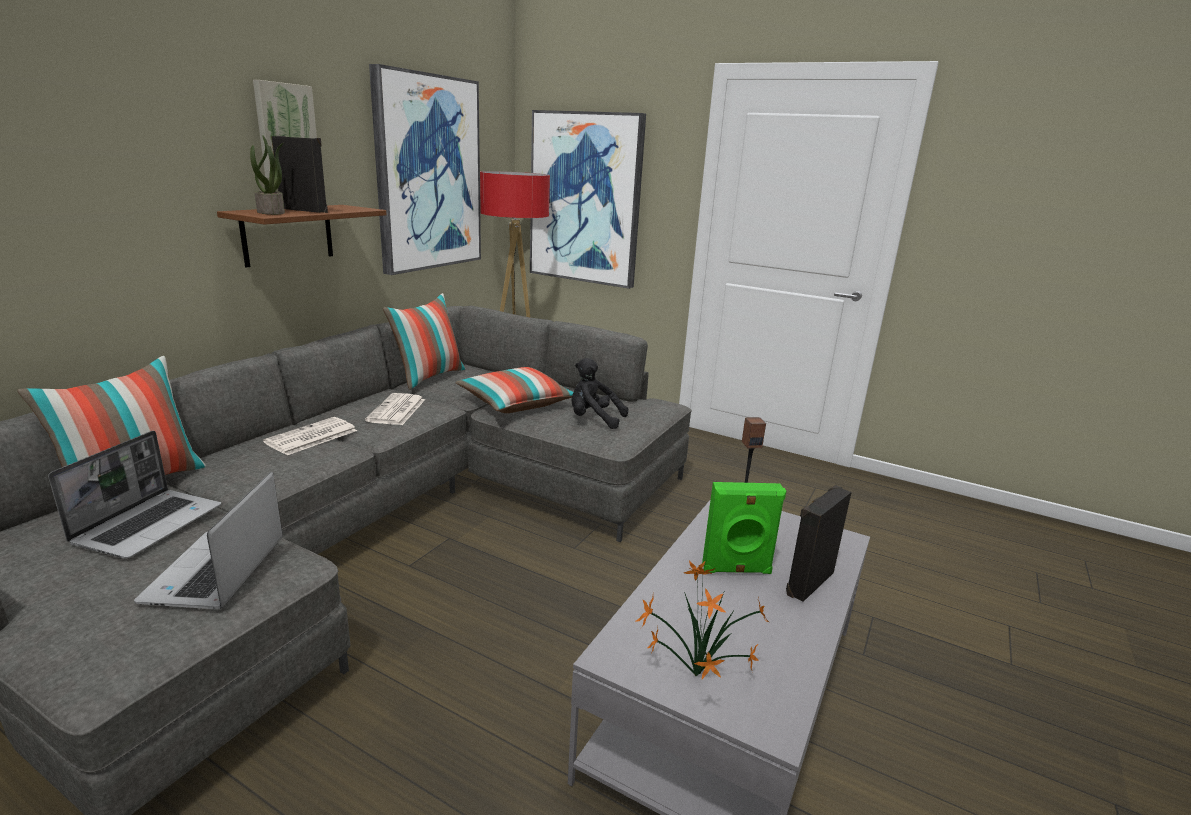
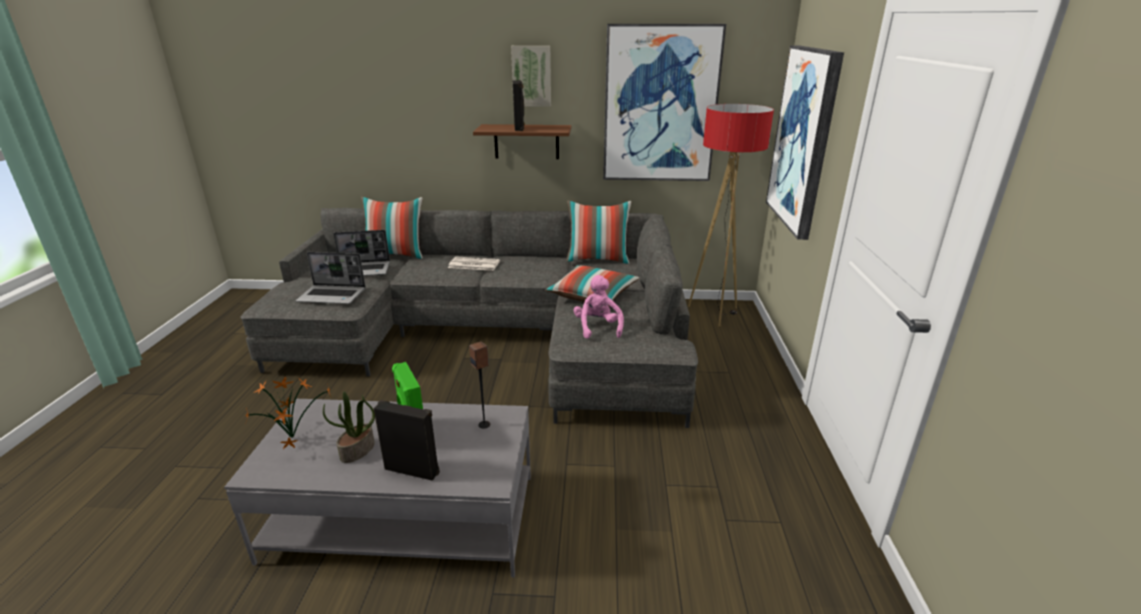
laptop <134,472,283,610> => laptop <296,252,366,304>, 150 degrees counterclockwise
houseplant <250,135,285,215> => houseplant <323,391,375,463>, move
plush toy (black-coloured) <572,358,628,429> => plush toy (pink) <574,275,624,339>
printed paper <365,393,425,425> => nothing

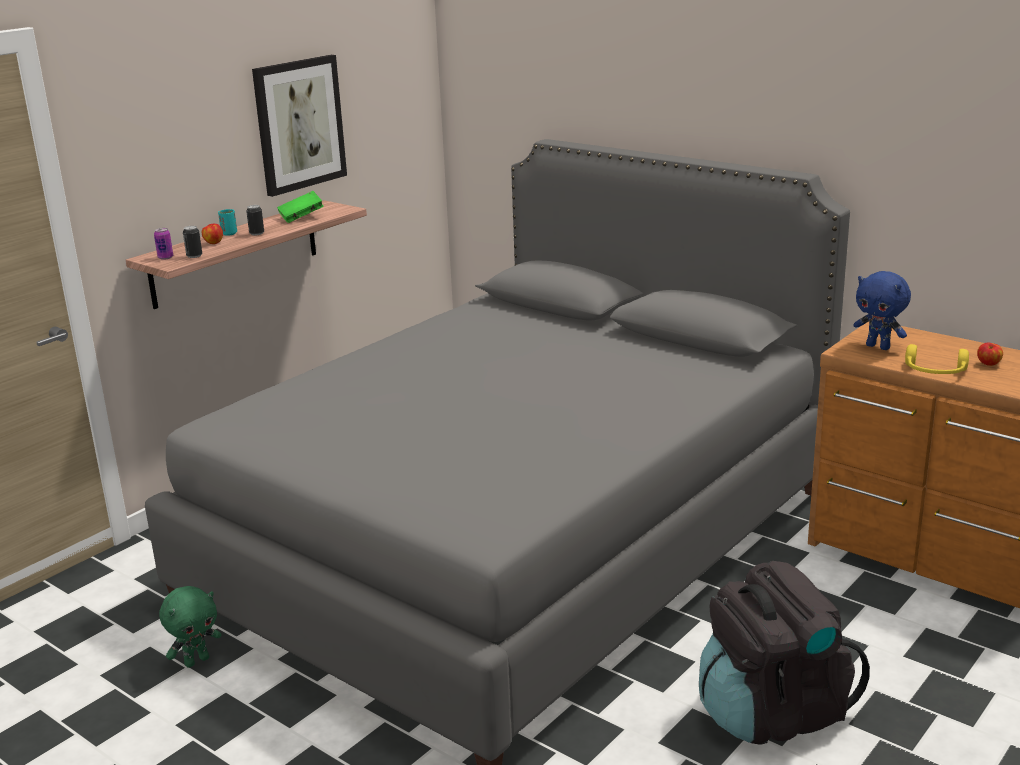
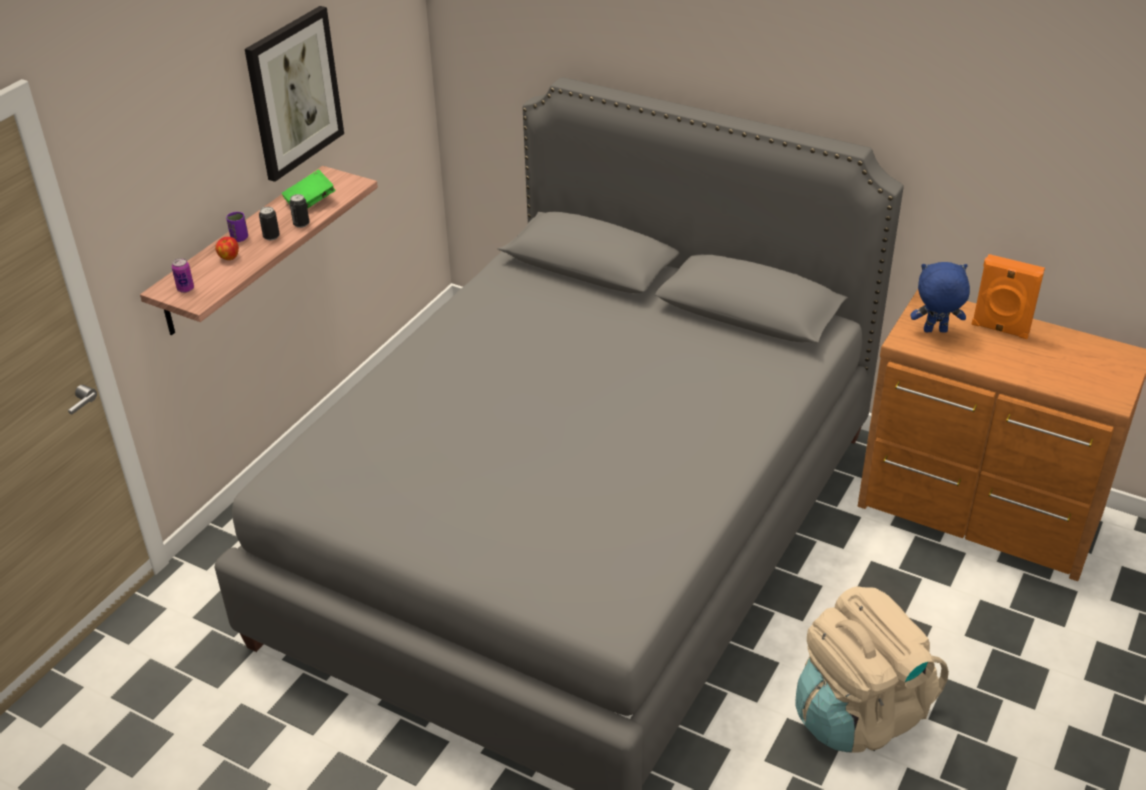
drinking cup (turquoise) <218,209,237,236> => drinking cup (purple-coloured) <226,212,248,242>
metal can <183,226,202,258> => metal can <289,194,309,228>, move
rucksack (black-coloured) <699,561,870,745> => rucksack (beige) <796,586,949,753>
plush toy (bluish) <853,271,911,350> => plush toy (bluish) <910,262,970,333>, 150 degrees clockwise
nothing => audio speaker (orange) <971,254,1045,339>
plush toy (green) <159,586,222,668> => nothing
headset (yellow) <905,344,969,374> => nothing
apple fruit <977,342,1003,366> => nothing

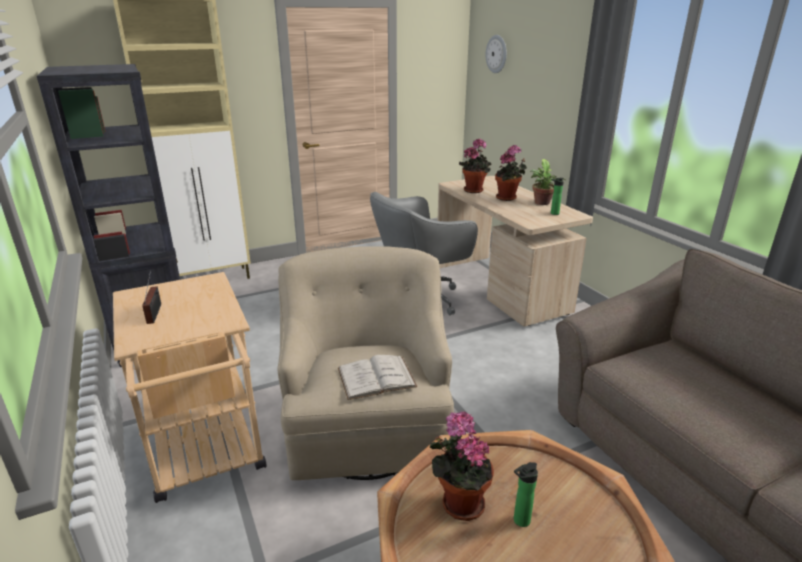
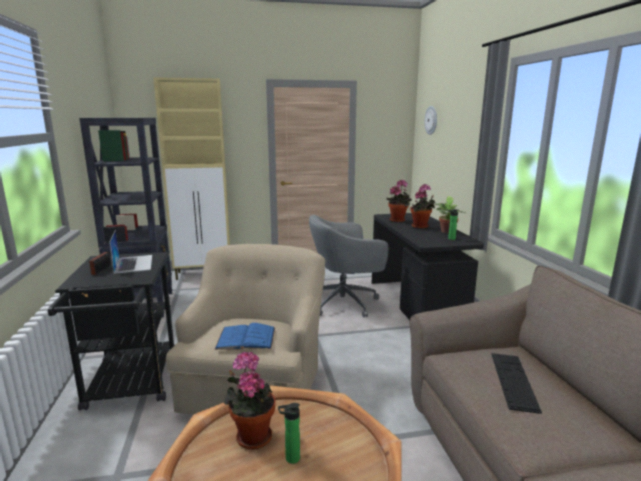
wheeled cart (beige) <113,272,267,503> => wheeled cart (black-coloured) <48,252,175,411>
nothing => laptop <109,230,152,274>
volume (whitish) <338,355,417,400> => volume (bluish) <214,323,275,350>
desk table (beige) <437,176,593,326> => desk table (black-coloured) <372,213,484,320>
nothing => computer keyboard <491,353,542,414>

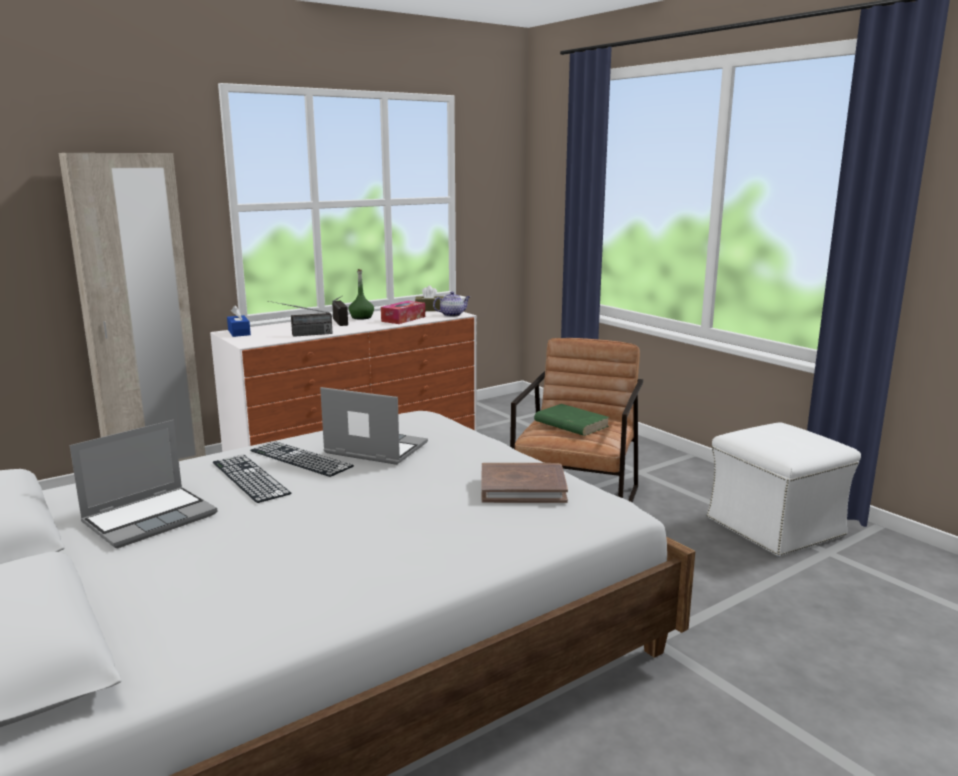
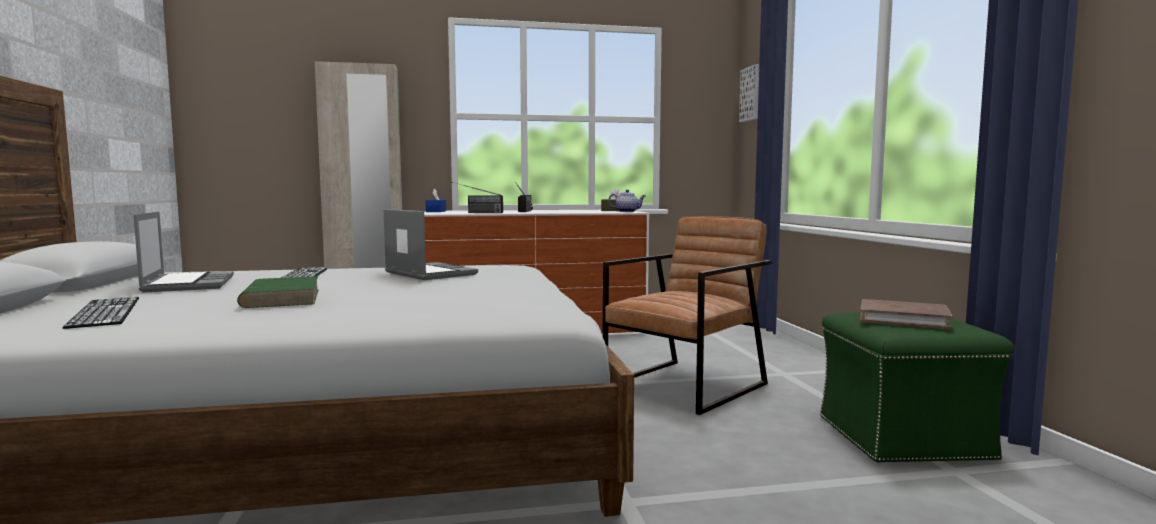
computer keyboard <250,441,354,477> => computer keyboard <63,296,139,329>, move
laptop <69,420,217,548> => laptop <134,211,234,293>, 90 degrees counterclockwise
volume (green) <534,404,609,436> => volume (green) <237,276,319,308>, move
nothing => wall picture <739,64,759,122>
ottoman (whitish) <707,422,861,557> => ottoman (green) <820,312,1014,463>
volume (brownish) <482,463,568,503> => volume (brownish) <860,299,953,330>, move
bottle (green) <349,269,374,320> => nothing
tissue holder <381,301,425,324> => nothing

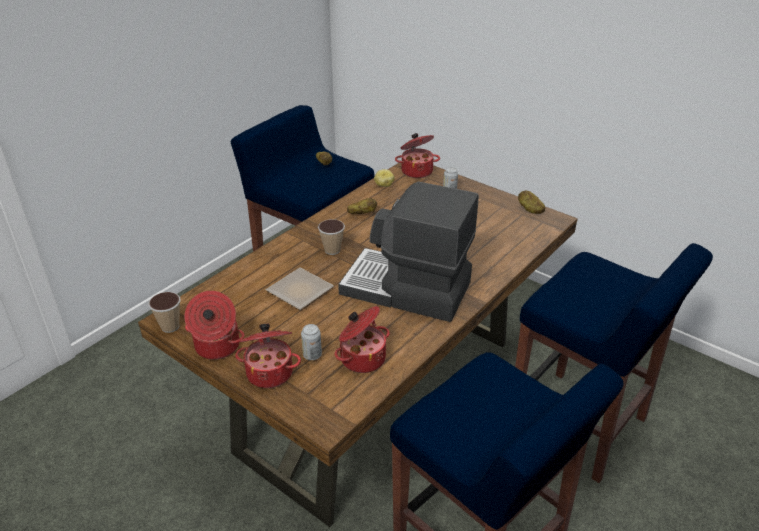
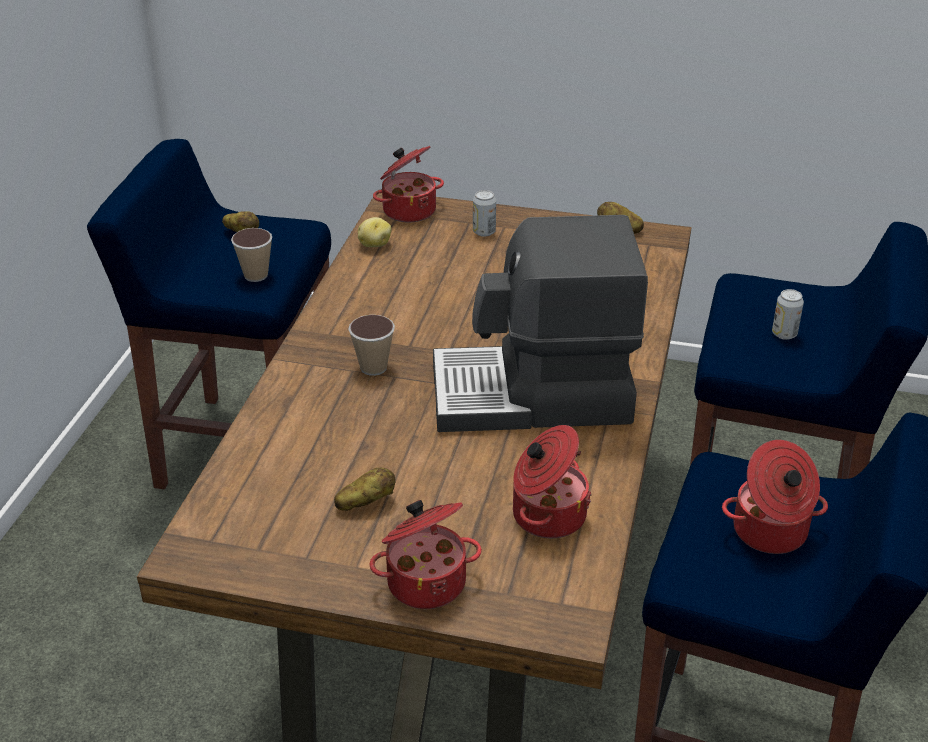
drinking cup <149,292,180,333> => drinking cup <231,228,272,282>, move
potato <347,198,377,214> => potato <334,468,396,511>, move
stockpot <185,291,244,360> => stockpot <722,440,828,554>, move
metal can <301,324,322,360> => metal can <772,289,804,340>, move
plate <266,268,334,310> => nothing

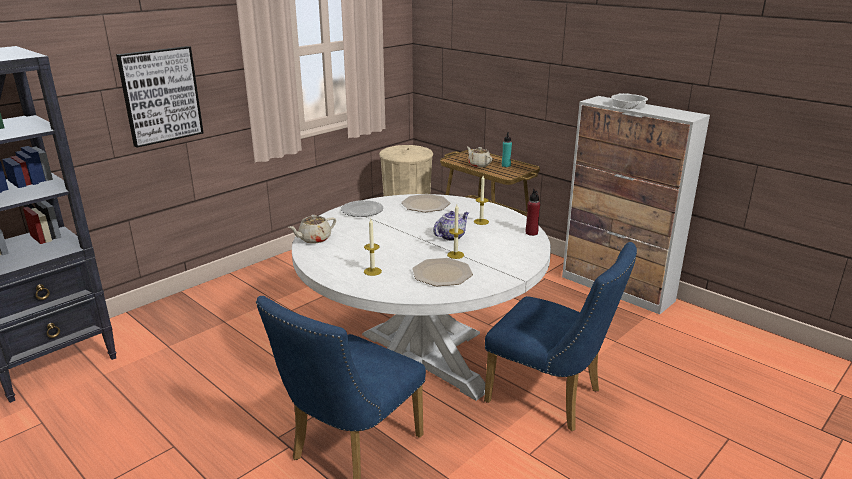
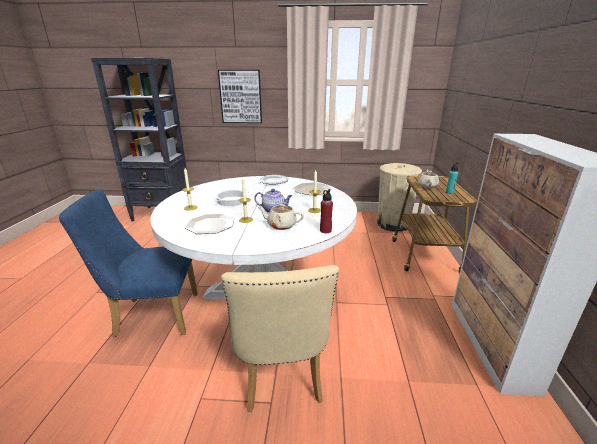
stockpot <611,93,648,109> => stockpot <212,190,250,206>, move
chair (bluish) <484,242,637,431> => chair (beige) <221,265,339,413>
tea pot (beige) <288,215,336,244> => tea pot (beige) <258,204,304,230>, move

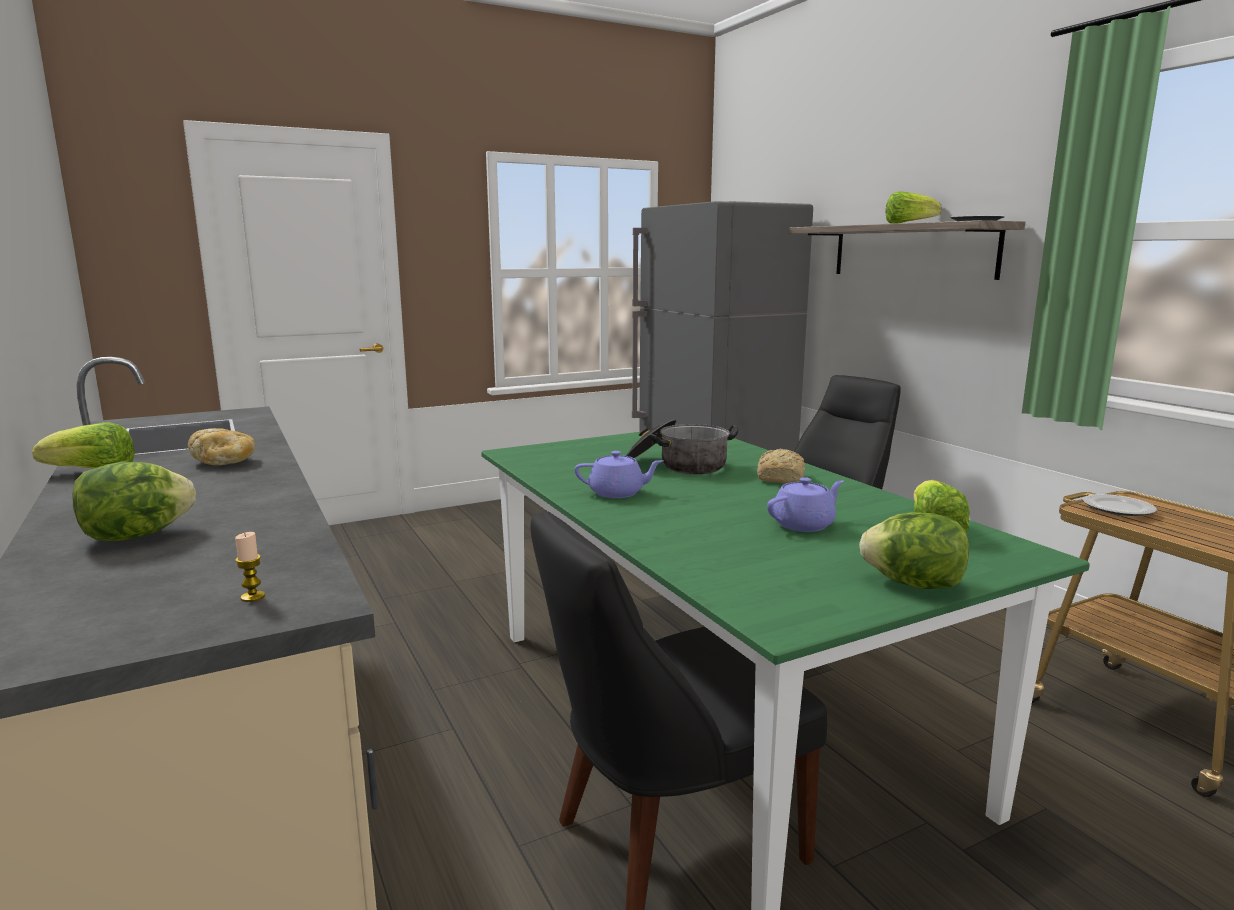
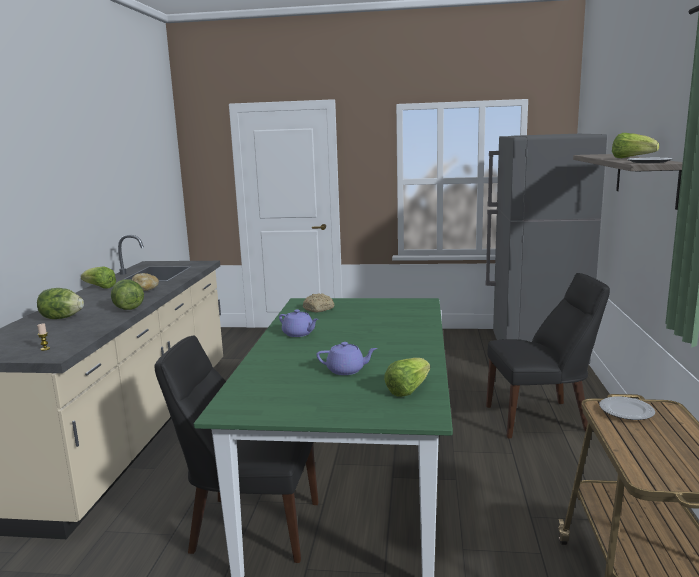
head of lettuce <859,512,969,589> => head of lettuce <111,279,144,310>, move
baked bread <757,449,805,483> => baked bread <303,293,334,313>, move
stockpot <626,419,738,474> => nothing

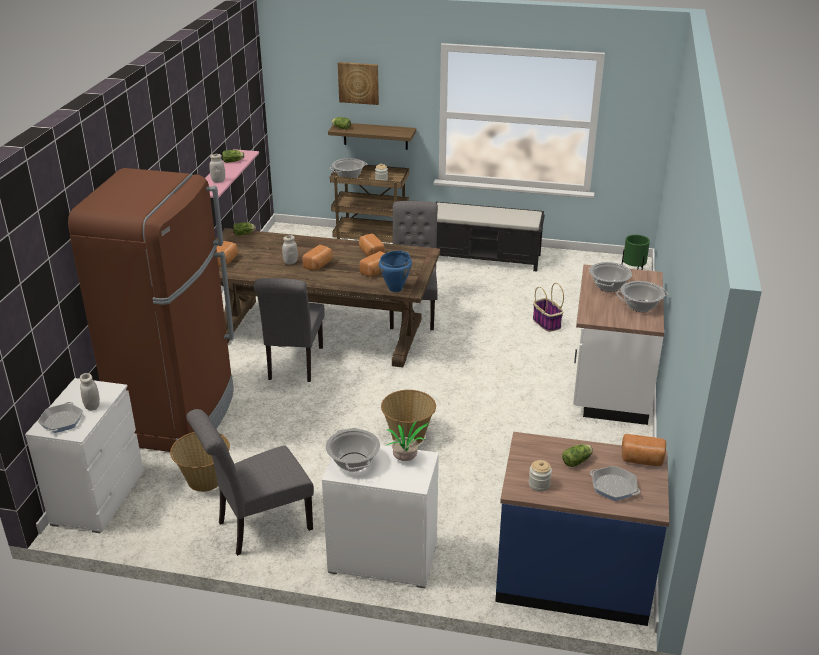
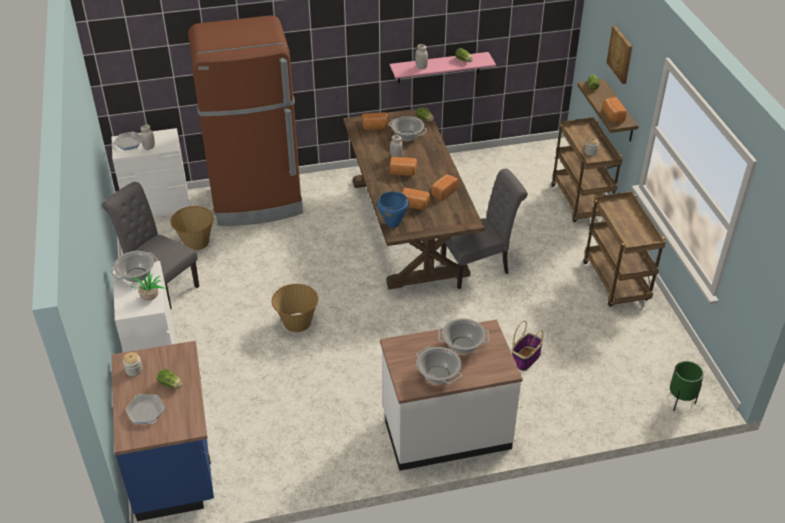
skillet <590,466,640,501> => skillet <125,394,165,424>, 135 degrees clockwise
stockpot <329,158,367,178> => stockpot <388,116,427,141>, move
bench (black-coloured) <435,202,545,272> => wheeled cart (brownish) <583,191,666,307>
baked bread <622,434,666,466> => baked bread <602,97,627,122>, move
chair (greyish) <254,278,325,382> => nothing

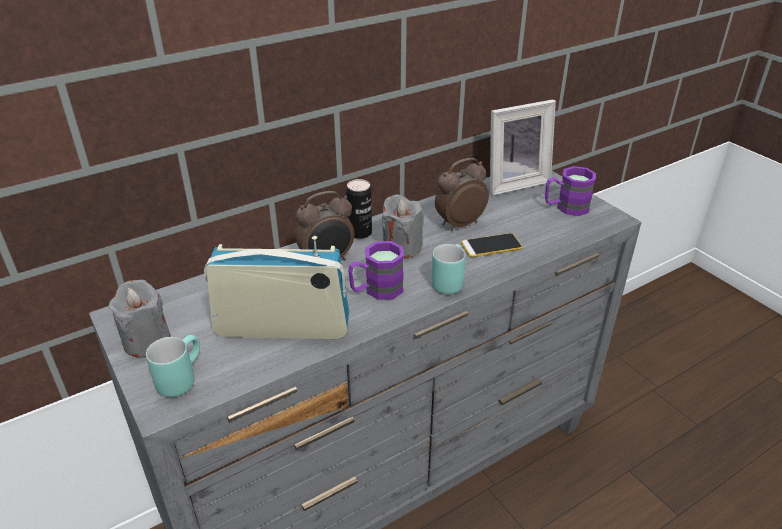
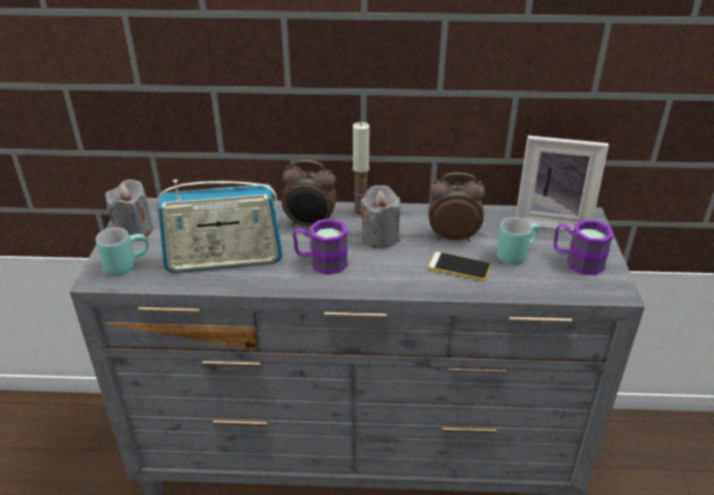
radio receiver <204,236,349,339> => radio receiver <156,179,282,273>, 135 degrees clockwise
metal can <346,179,372,239> => wax candle <352,122,370,217>
tea mug (turquoise) <431,244,466,295> => tea mug (turquoise) <497,217,540,265>, move

